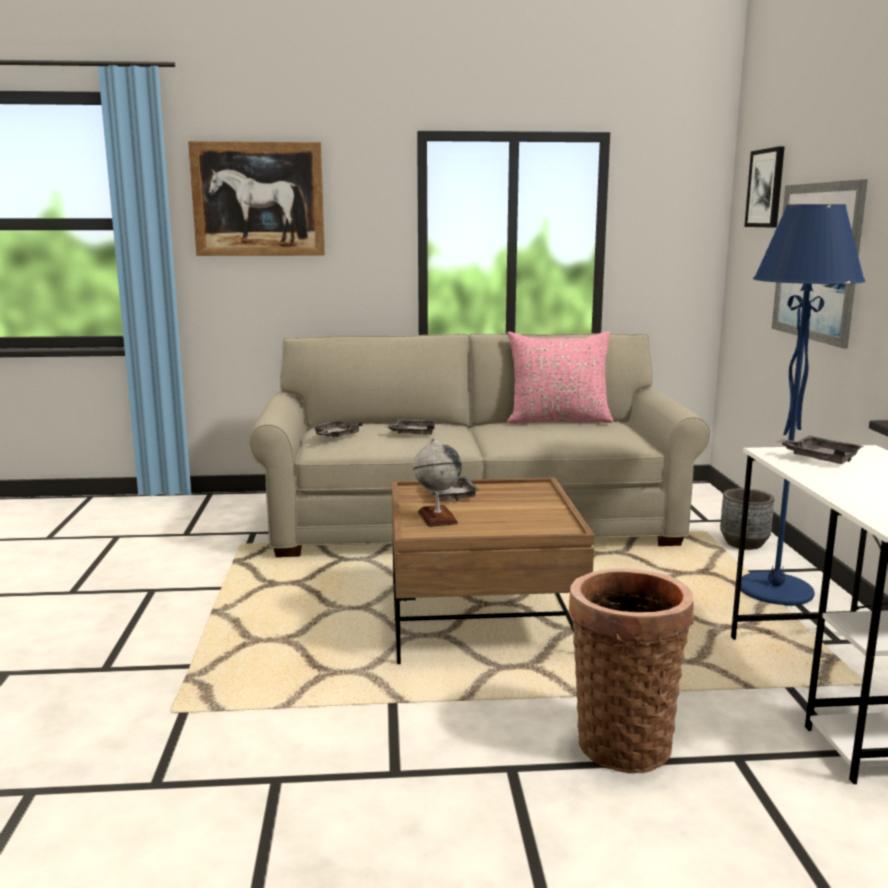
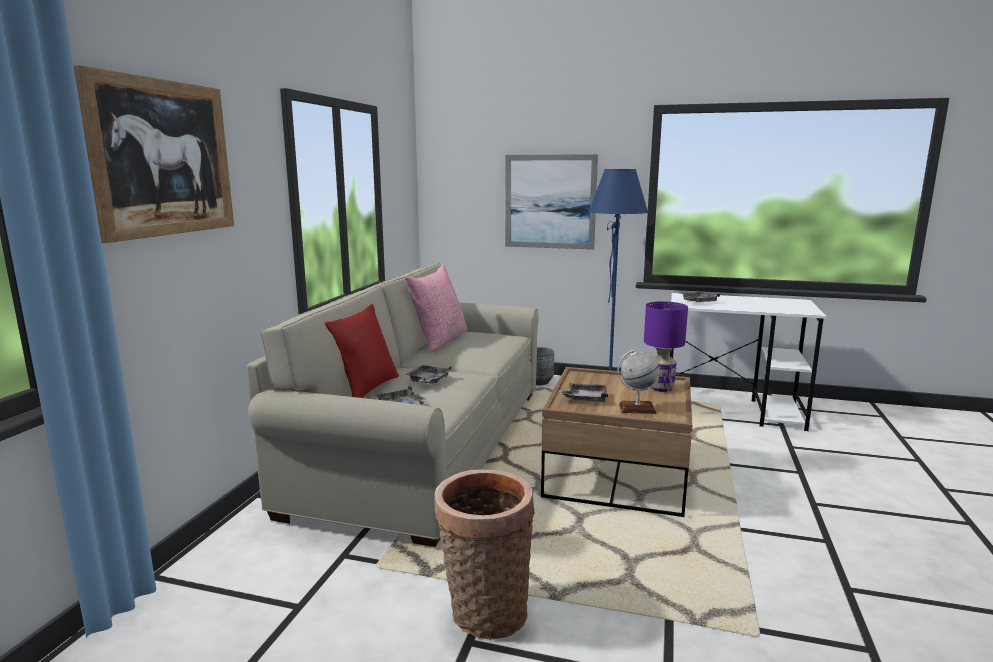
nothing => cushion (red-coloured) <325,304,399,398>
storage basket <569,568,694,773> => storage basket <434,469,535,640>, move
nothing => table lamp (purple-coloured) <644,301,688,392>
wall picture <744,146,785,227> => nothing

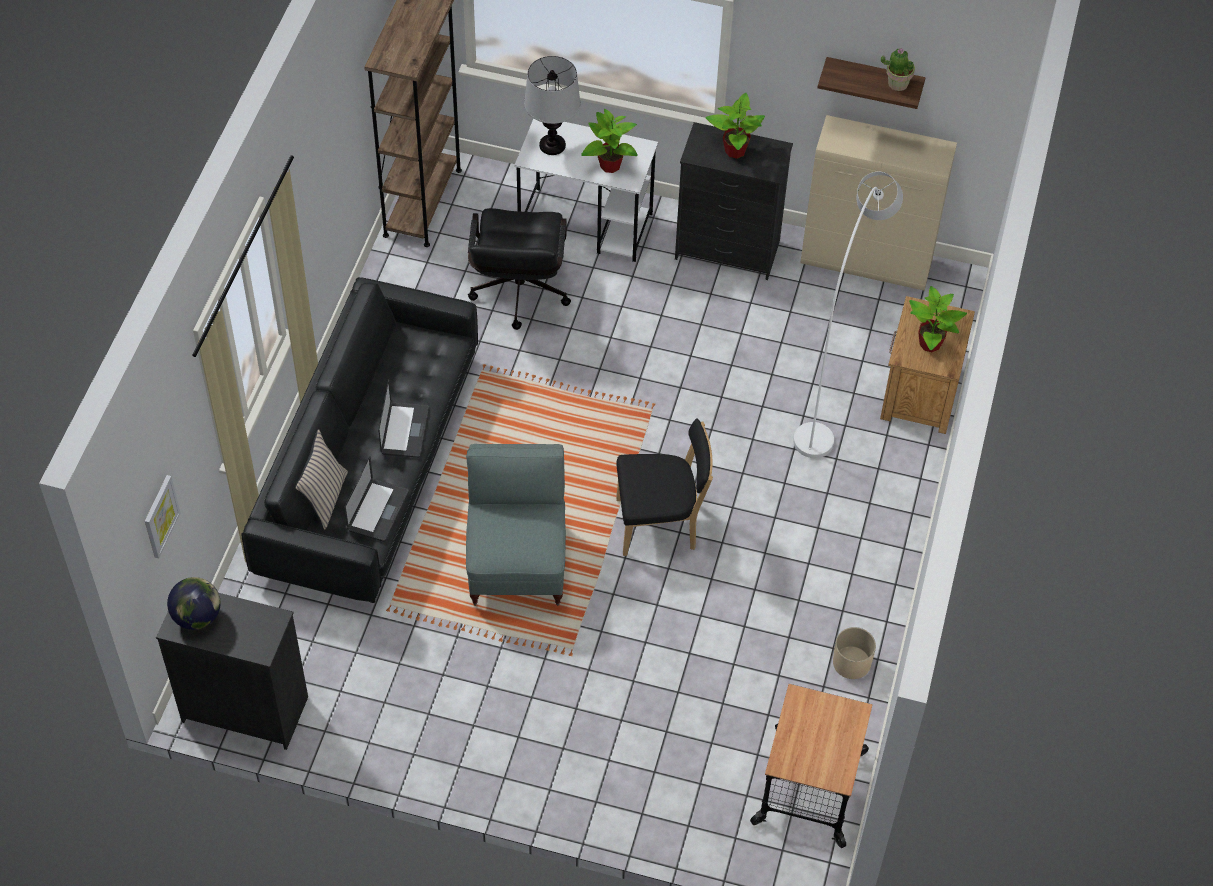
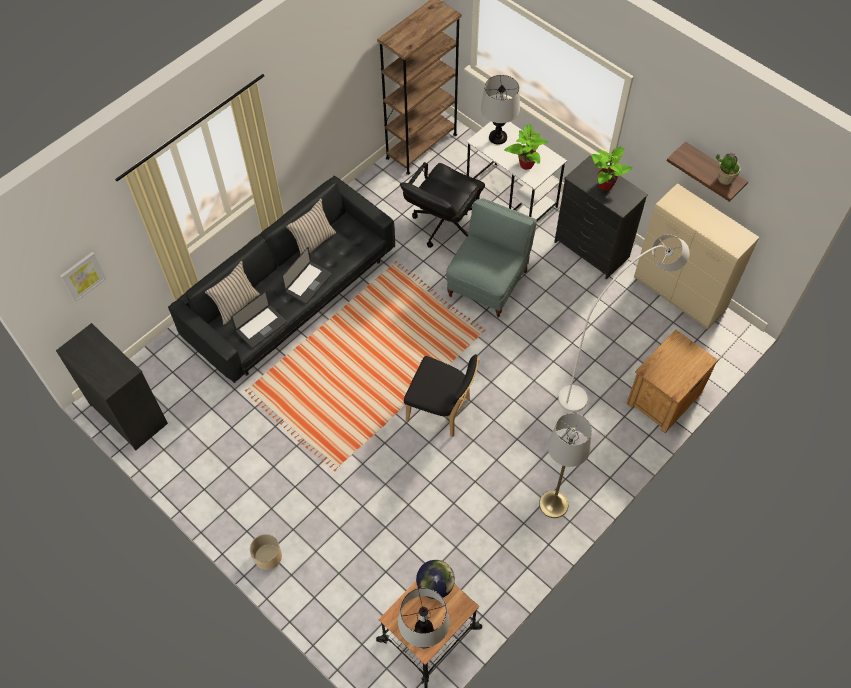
plant pot (beige) <833,627,876,679> => plant pot (beige) <250,534,282,570>, move
nothing => cushion (beige) <286,198,336,255>
nothing => table lamp <398,588,450,648>
globe <167,577,221,630> => globe <416,560,455,599>, move
lounge chair (greyish) <466,444,566,606> => lounge chair (greyish) <446,198,537,318>, move
nothing => standing lamp (greyish) <539,413,592,518>
houseplant <909,286,967,352> => nothing

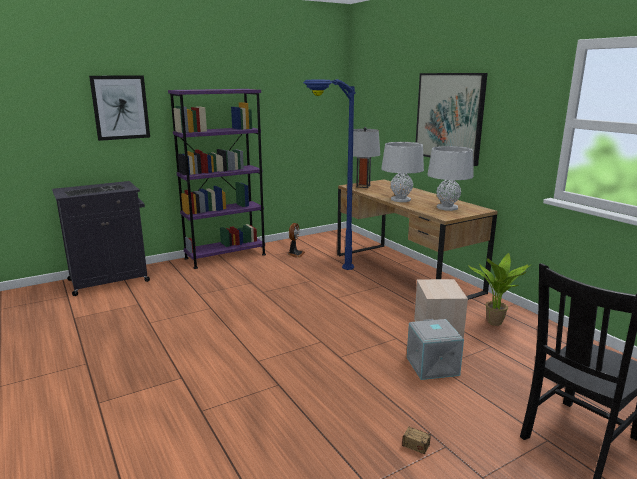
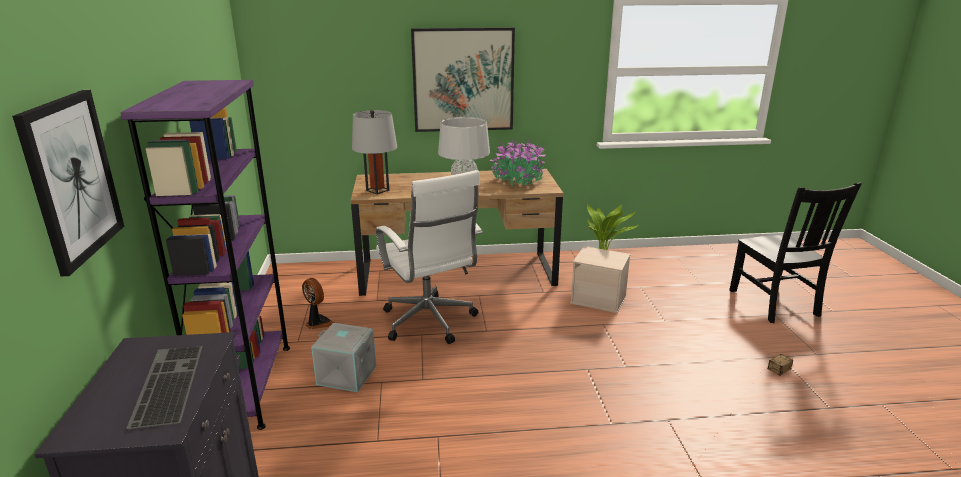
storage container (greyish) <407,319,464,380> => storage container (greyish) <311,323,376,392>, move
standing lamp (bluish) <303,79,356,270> => computer chair (whitish) <376,170,483,344>
table lamp (greyish) <427,146,473,211> => houseplant <490,139,546,187>

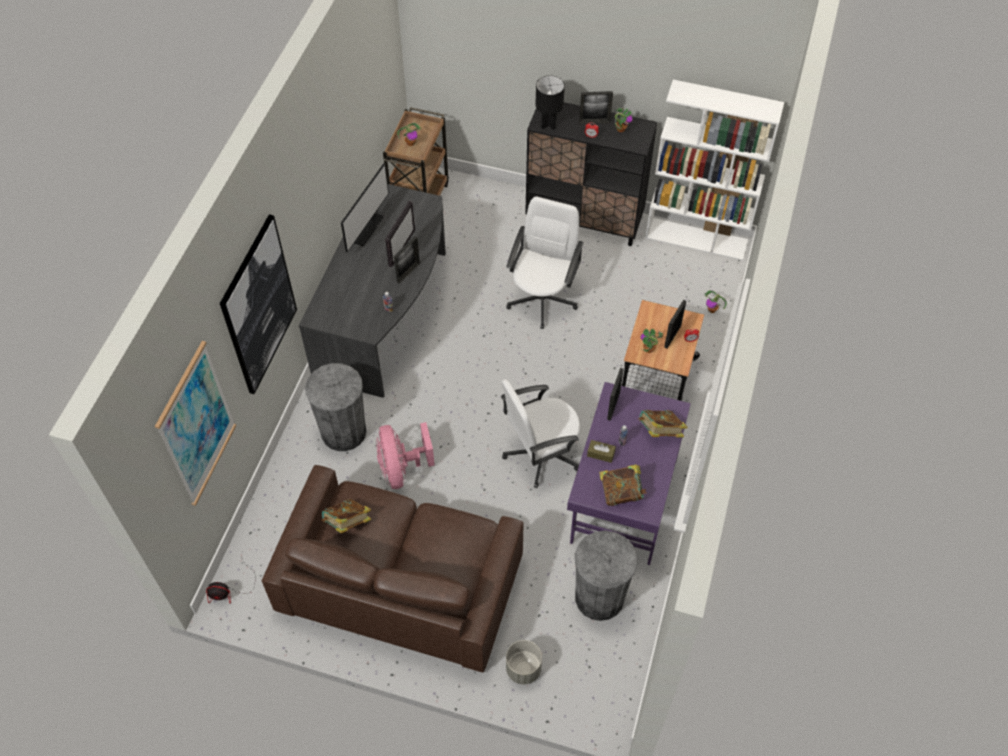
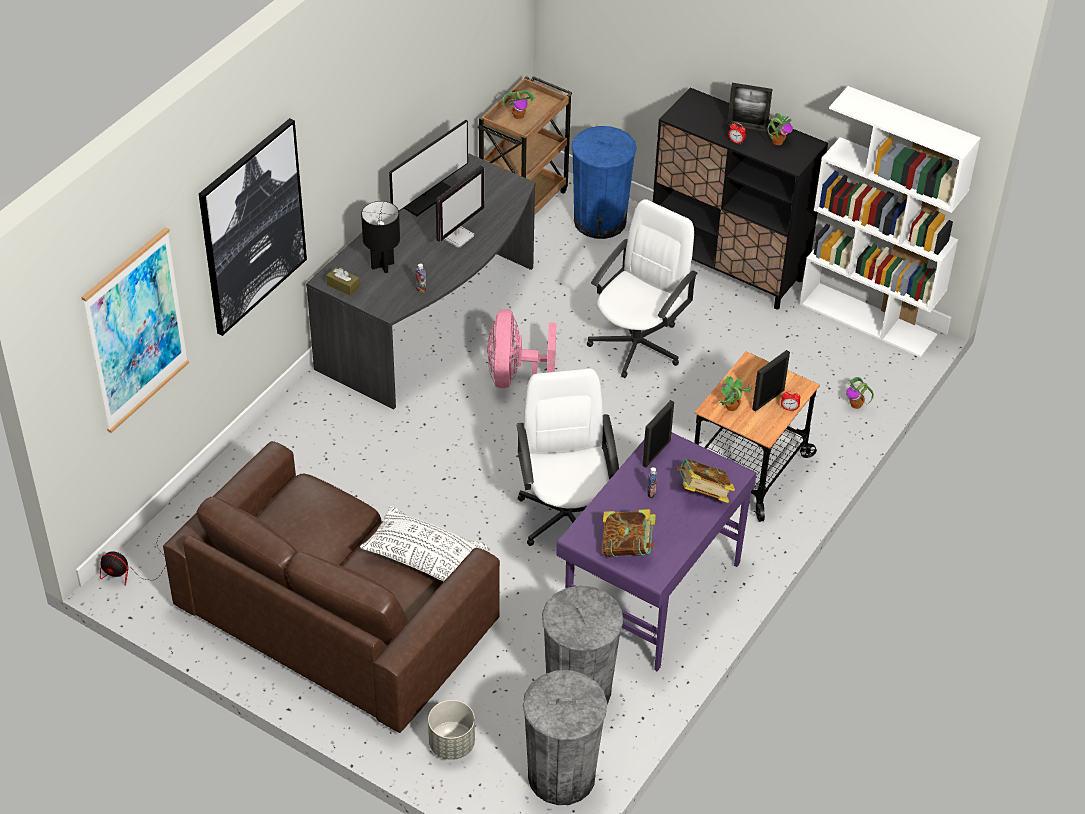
tissue holder (brownish) <587,440,616,463> => tissue holder (brownish) <326,267,360,296>, move
nothing => cushion (whitish) <360,506,488,582>
table lamp (black-coloured) <535,75,565,130> => table lamp (black-coloured) <361,201,400,273>, move
fan (pink) <377,422,435,489> => fan (pink) <487,309,556,388>, move
computer chair (whitish) <501,379,580,488> => computer chair (whitish) <516,368,619,546>, 90 degrees clockwise
trash can (greyish) <305,363,366,451> => trash can (greyish) <523,670,607,805>, move
nothing => trash can (bluish) <571,126,637,239>
volume <322,499,371,533> => nothing
picture frame <394,236,420,284> => nothing

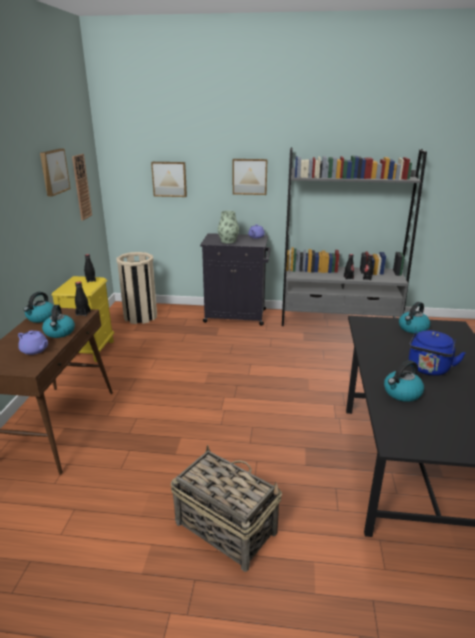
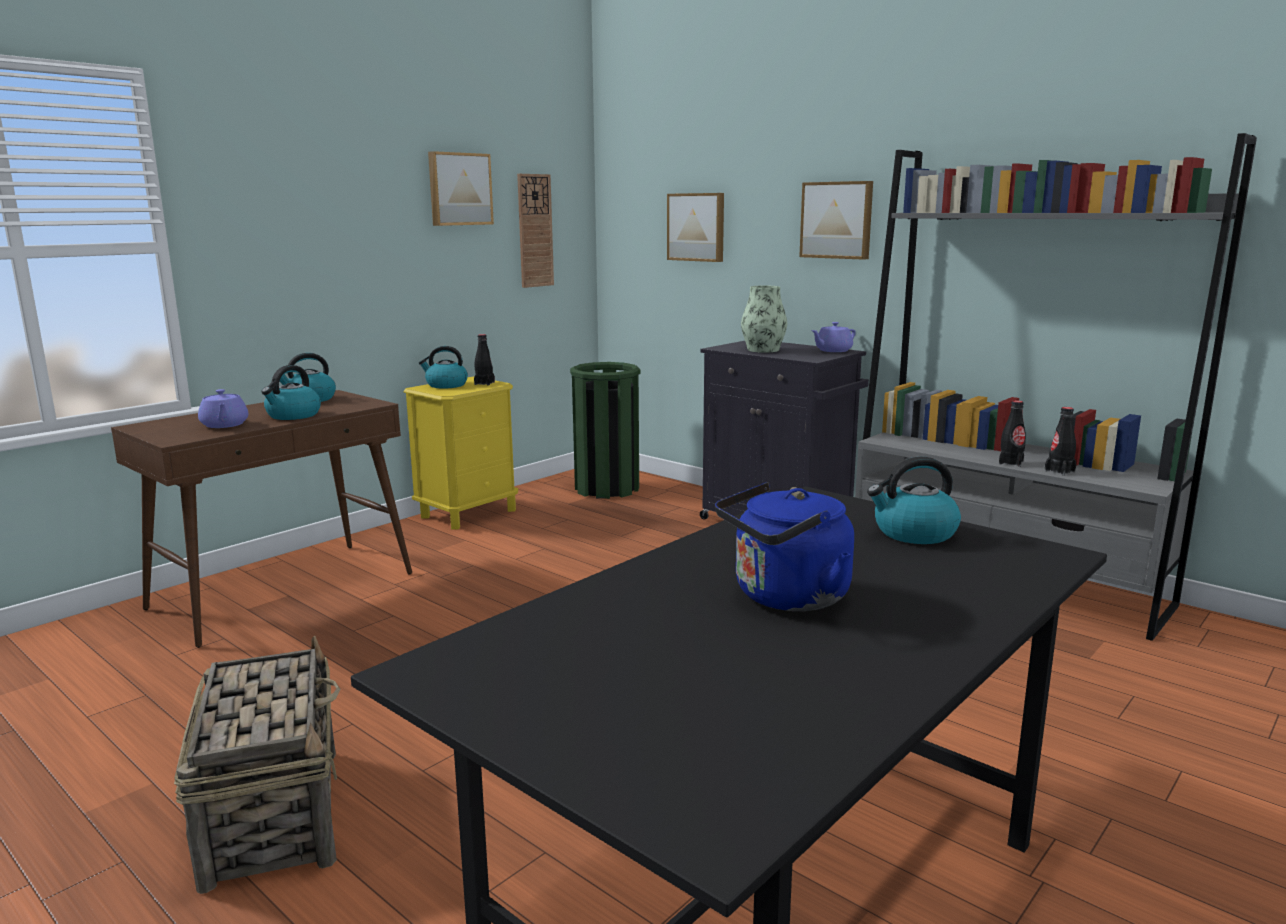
water kettle <384,360,424,402> => water kettle <419,346,468,389>, move
trash can (beige) <117,252,157,324> => trash can (green) <570,362,641,499>
bottle (black-coloured) <75,282,91,316> => nothing

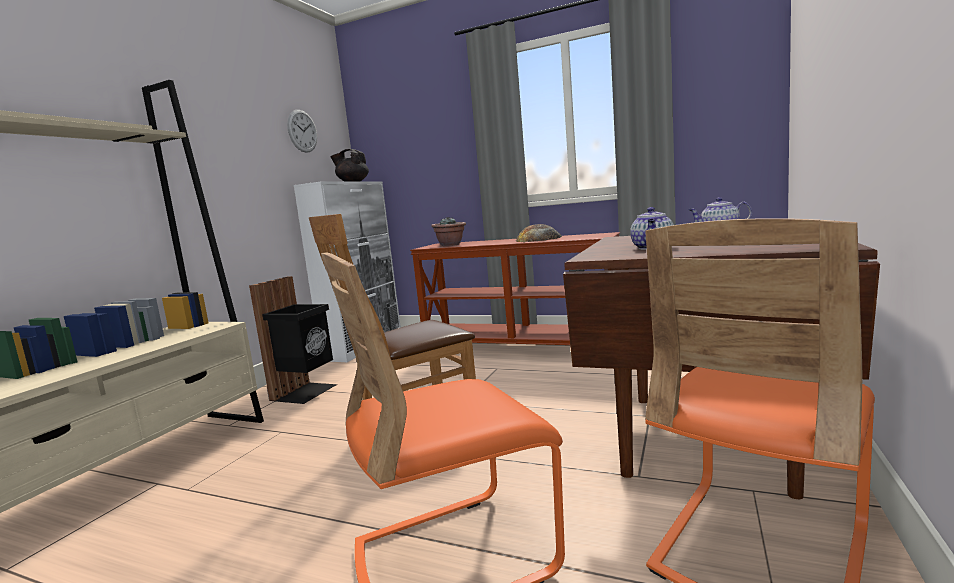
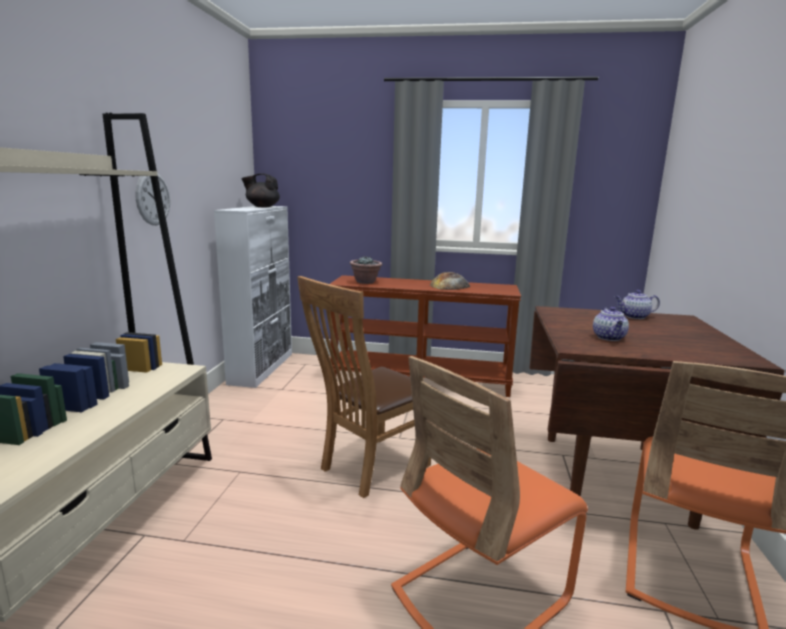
hanging clock <287,110,317,153> => hanging clock <135,173,170,225>, move
trash can (black-coloured) <249,276,337,404> => nothing

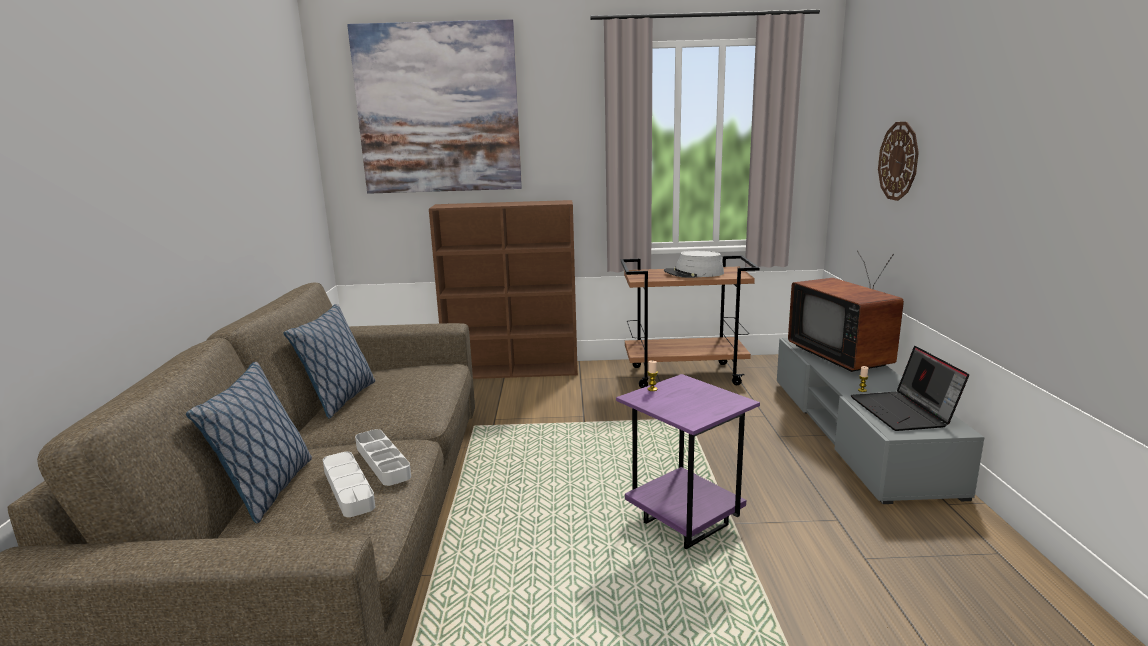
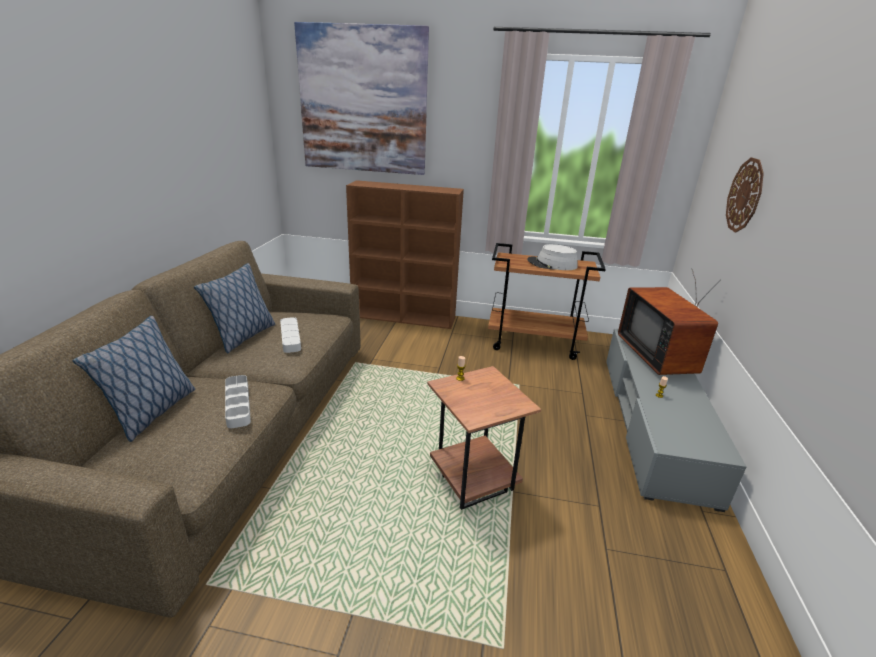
serving tray (greyish) <323,452,375,517> => serving tray (greyish) <280,317,301,353>, move
accent table (purple-coloured) <616,374,760,549> => accent table (brownish) <427,366,541,510>
laptop <851,346,969,431> => nothing

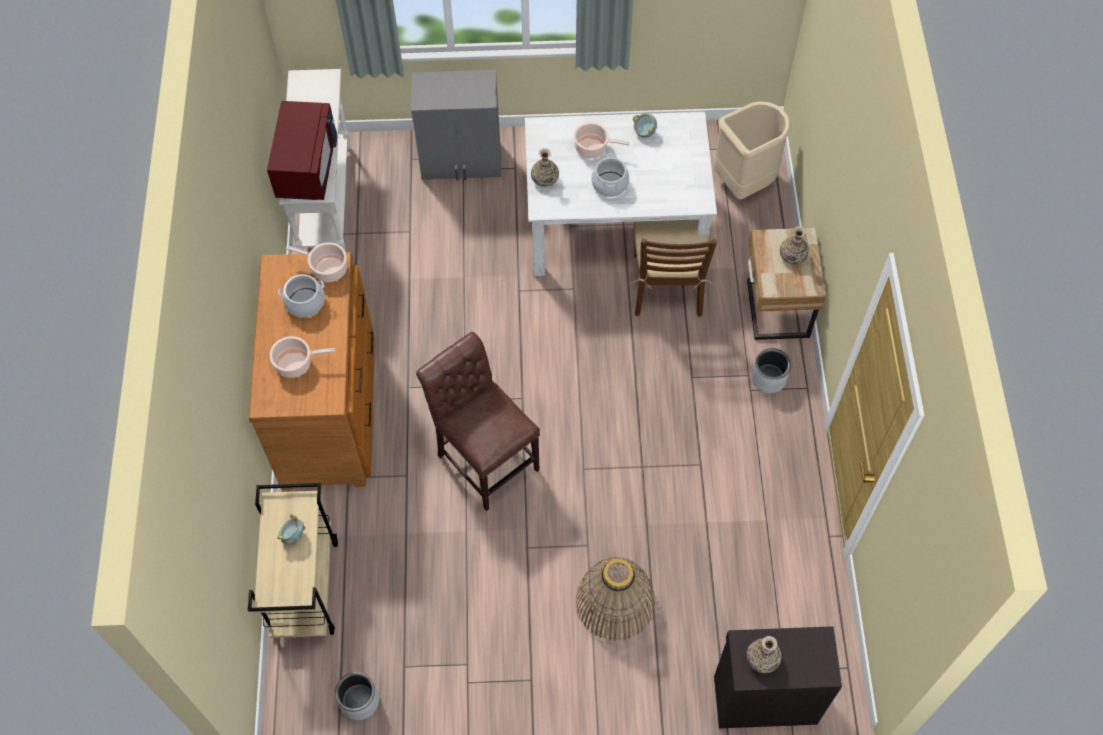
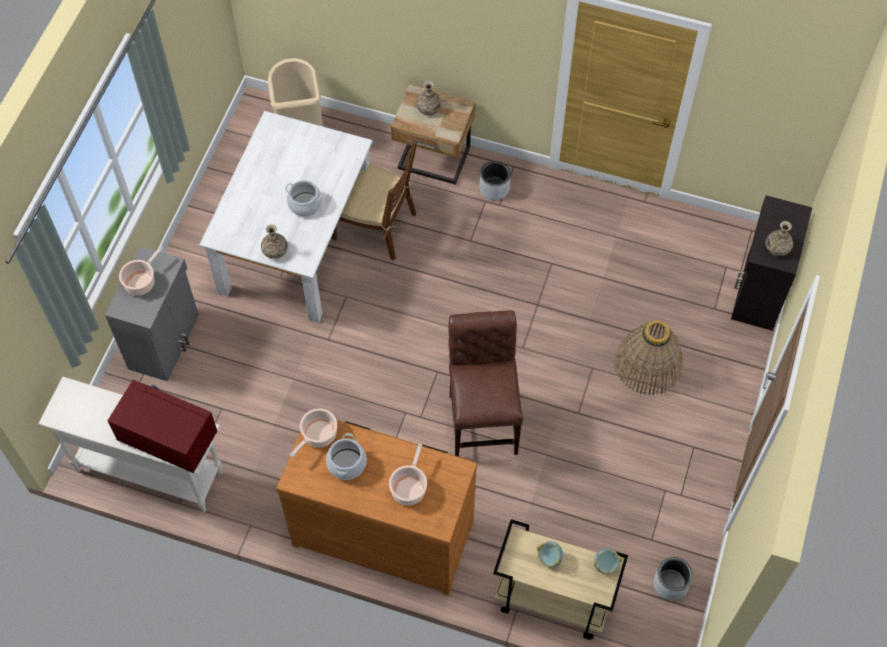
stockpot <574,122,630,158> => stockpot <119,246,163,296>, move
chair (brownish) <416,332,540,511> => chair (brownish) <448,310,523,457>, 105 degrees clockwise
deep dish <633,113,657,138> => deep dish <594,548,622,574>, move

